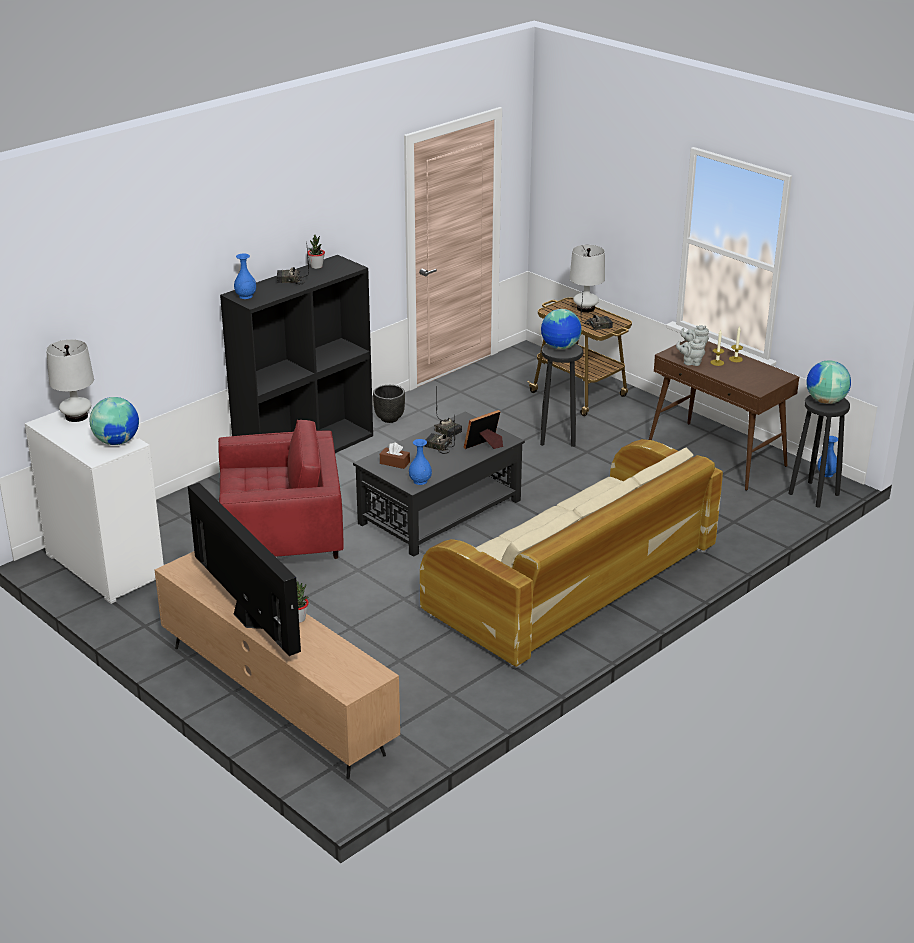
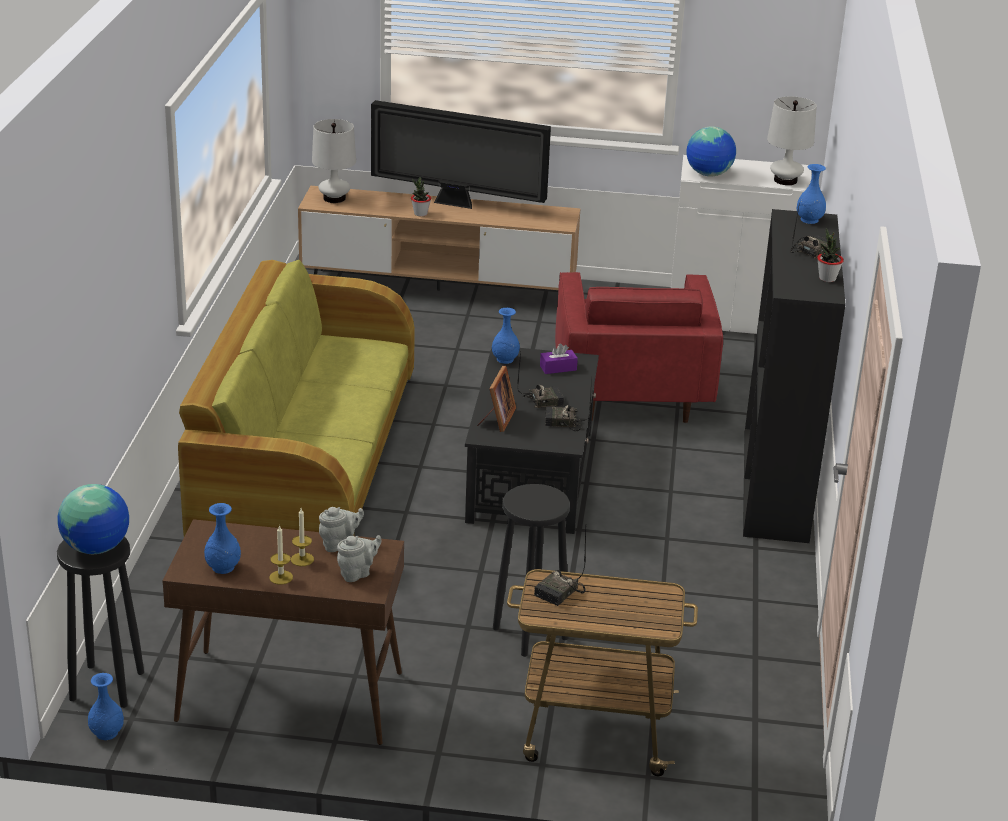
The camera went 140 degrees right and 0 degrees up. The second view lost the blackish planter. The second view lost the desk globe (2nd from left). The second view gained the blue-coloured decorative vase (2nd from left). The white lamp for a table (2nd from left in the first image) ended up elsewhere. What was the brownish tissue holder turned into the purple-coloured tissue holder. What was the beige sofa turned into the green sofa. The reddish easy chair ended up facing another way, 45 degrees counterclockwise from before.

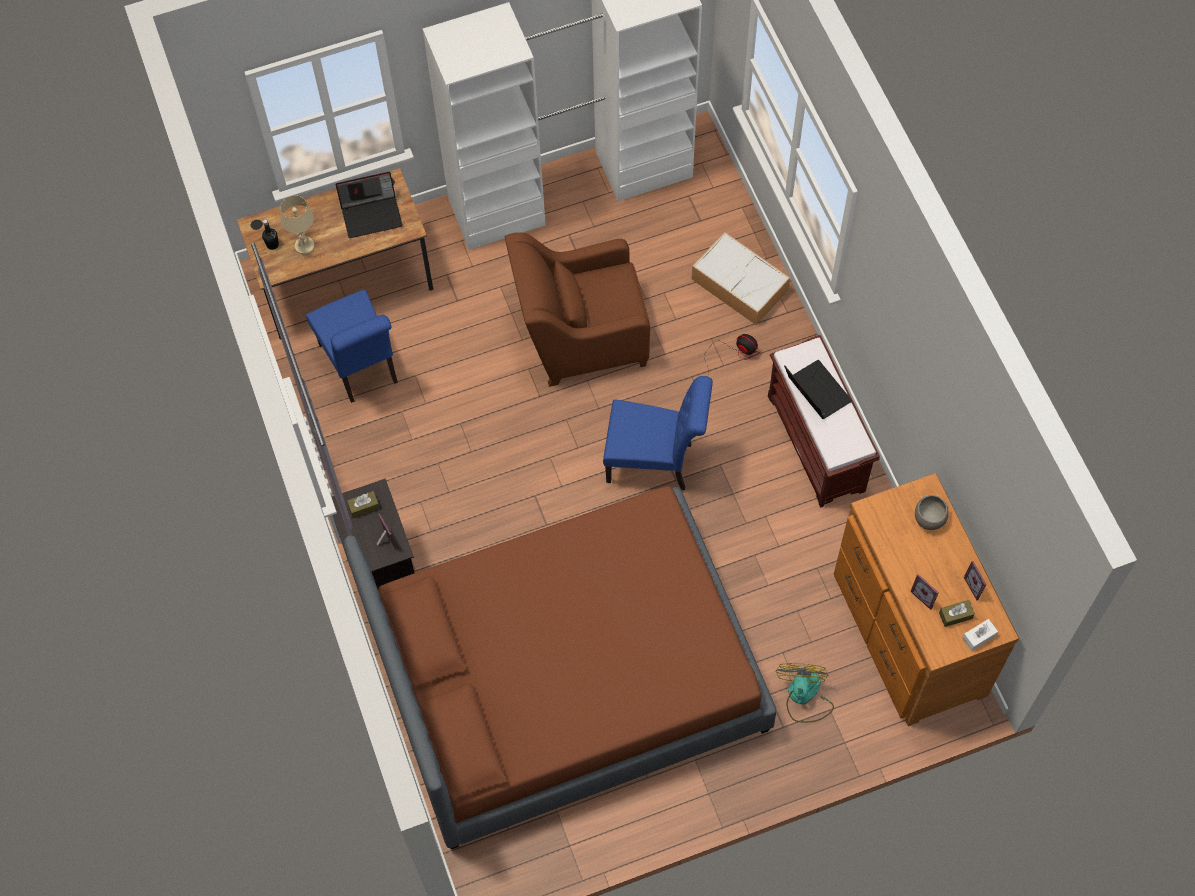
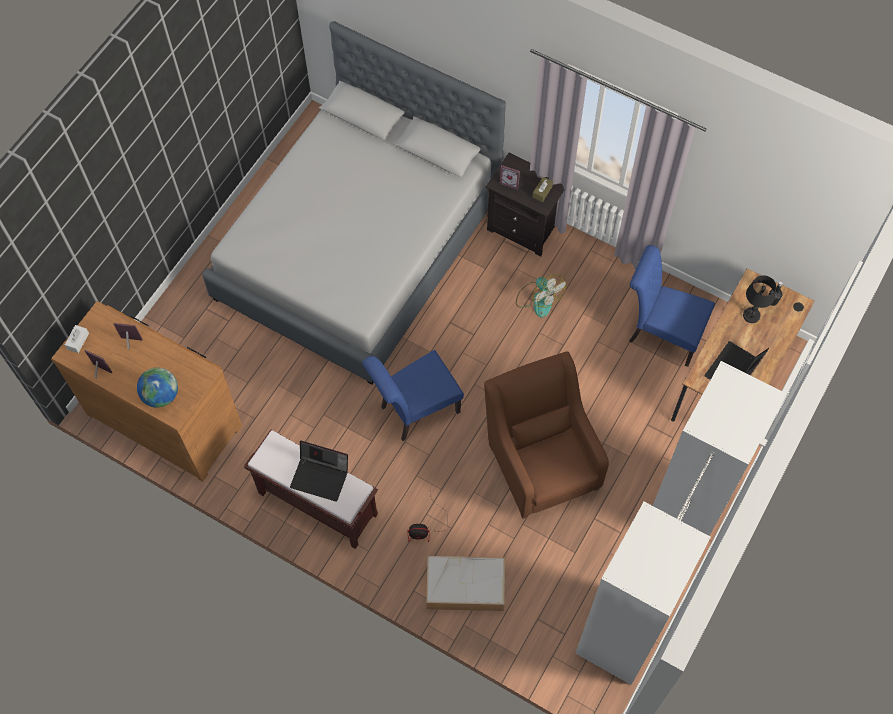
The camera went 140 degrees right and 0 degrees up. The second view lost the brownish tissue holder (2nd from left). The cooling fan (2nd from left) ended up elsewhere. Where the grey bowl stood, the desk globe came to stand. What was the beige lamp for a table turned into the blackish lamp for a table. What was the brownish sleeping bed turned into the grey sleeping bed. The brownish easy chair ended up facing another way, 60 degrees counterclockwise from before.

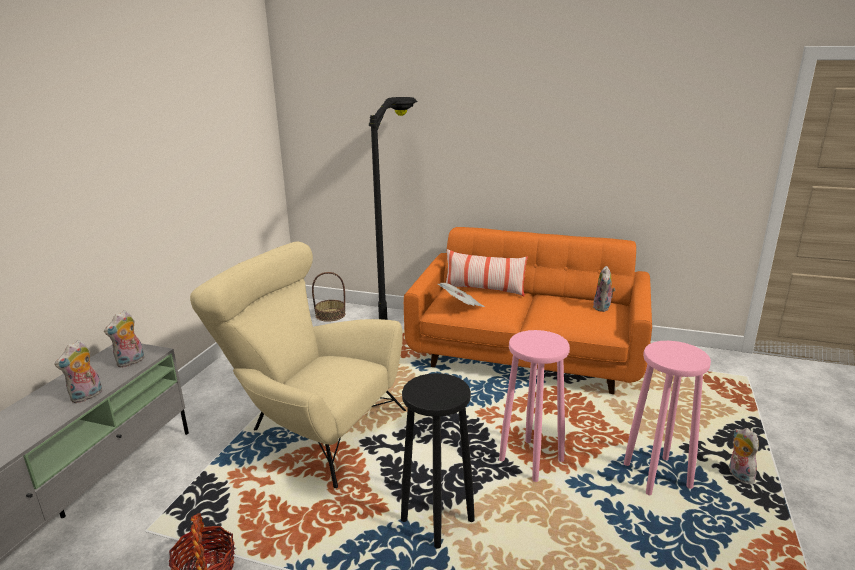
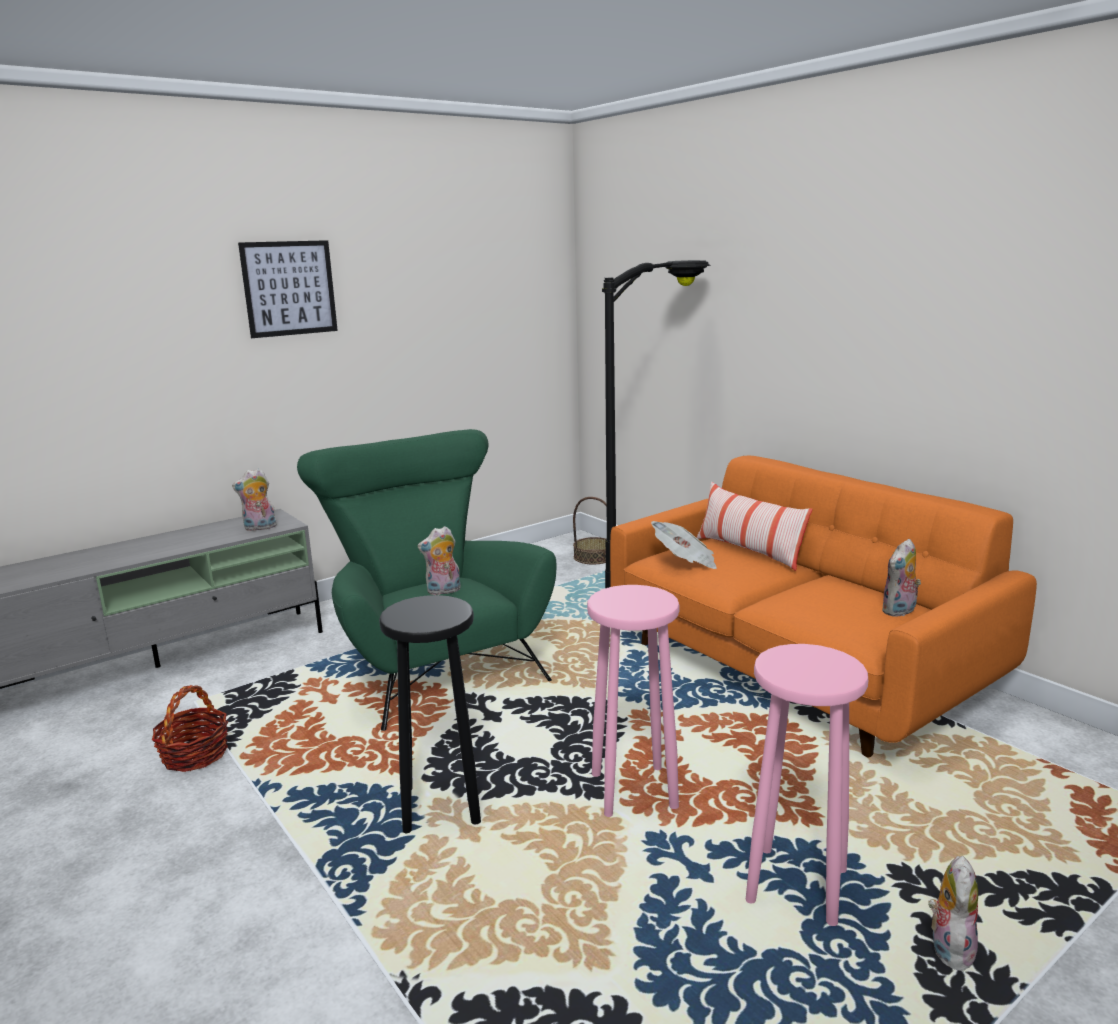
The camera went 35 degrees right and 5 degrees down. The second view gained the wall picture. The soft toy (1st from left in the first image) ended up elsewhere. What was the beige easy chair turned into the green easy chair.

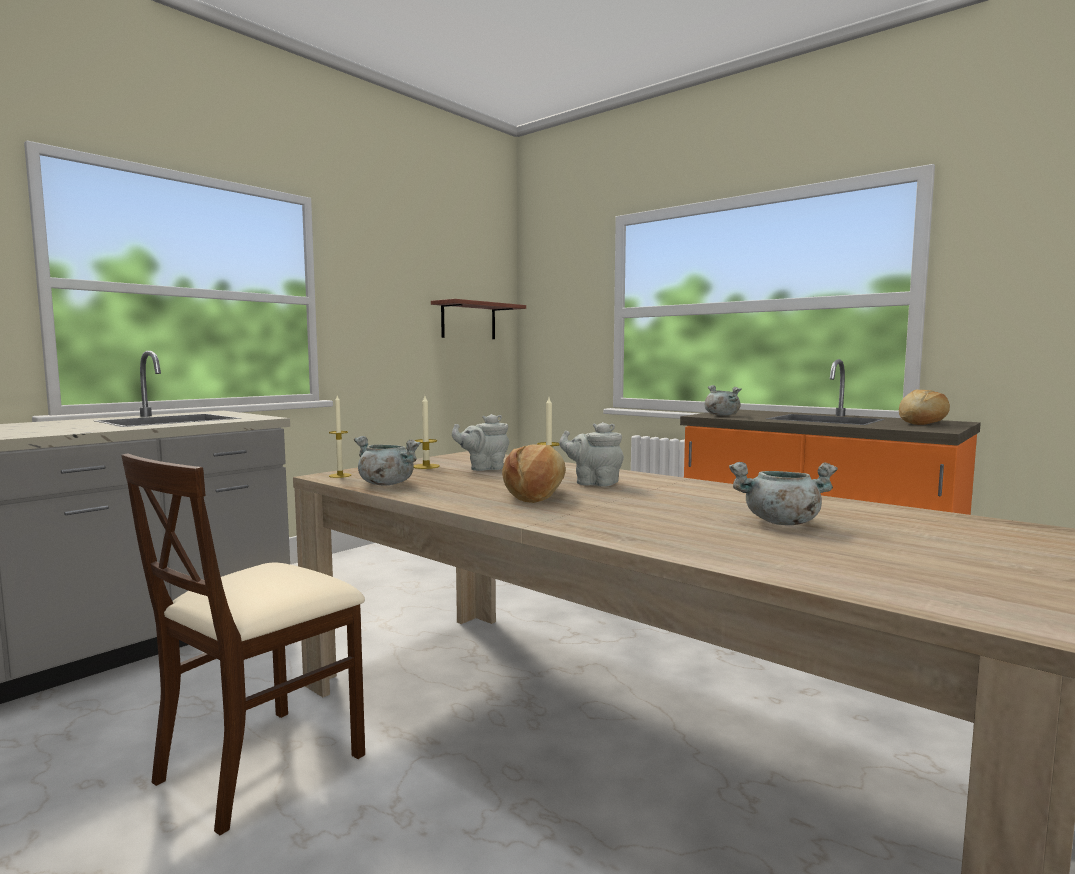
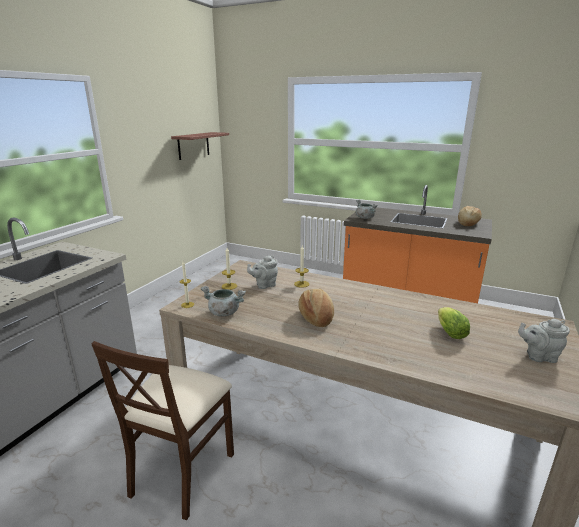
The camera went 15 degrees left and 15 degrees up. The grey teapot (2nd from left) ended up elsewhere. Where the grey stockpot (3rd from left) stood, the lettuce head came to stand.

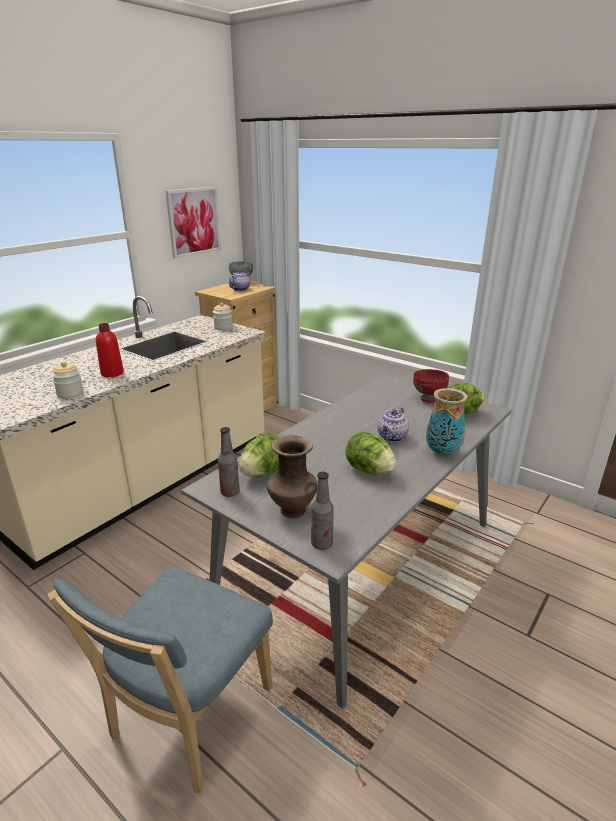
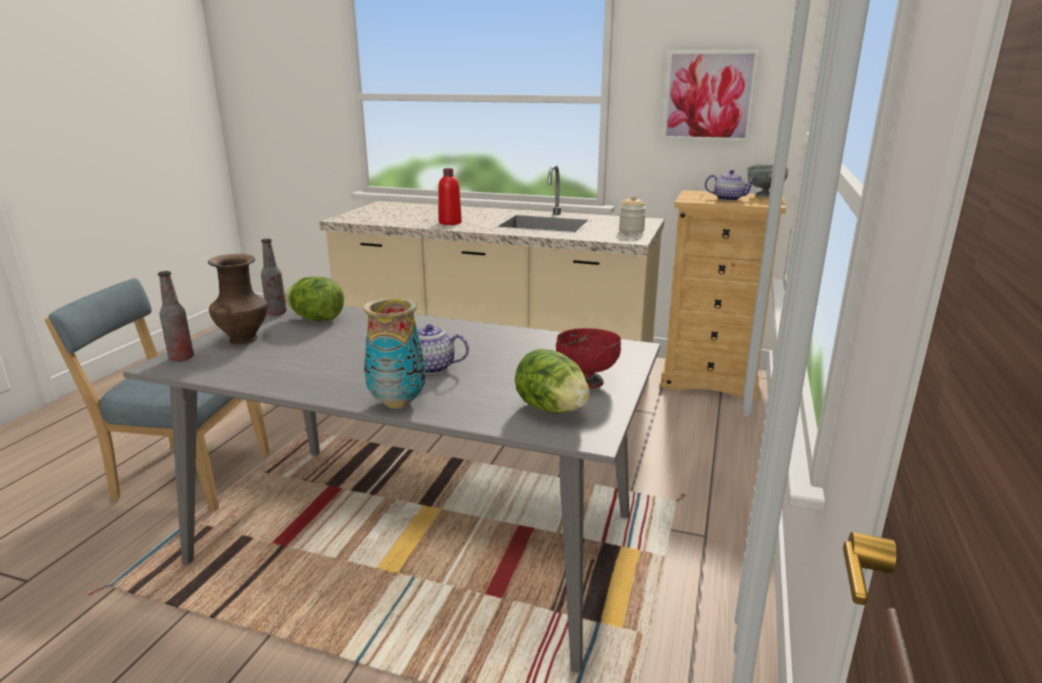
The camera went 70 degrees right and 5 degrees down. The second view lost the jar (1st from left). The second view lost the lettuce head (2nd from left).

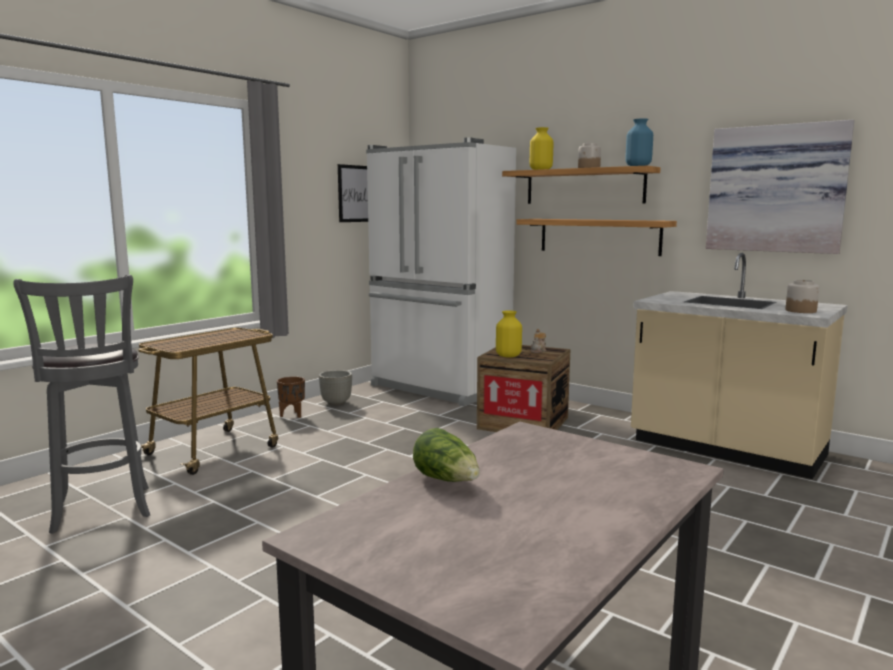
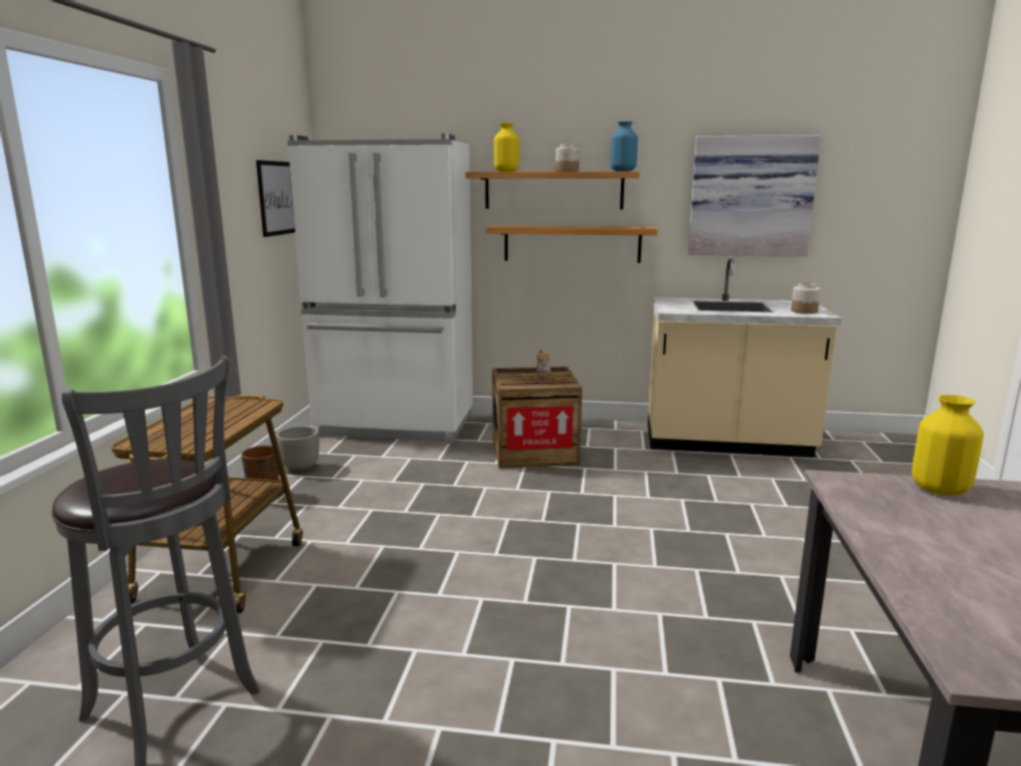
The camera went 30 degrees left and 5 degrees up. The second view lost the lettuce head. The yellowish decorative vase (1st from left in the first image) ended up elsewhere.

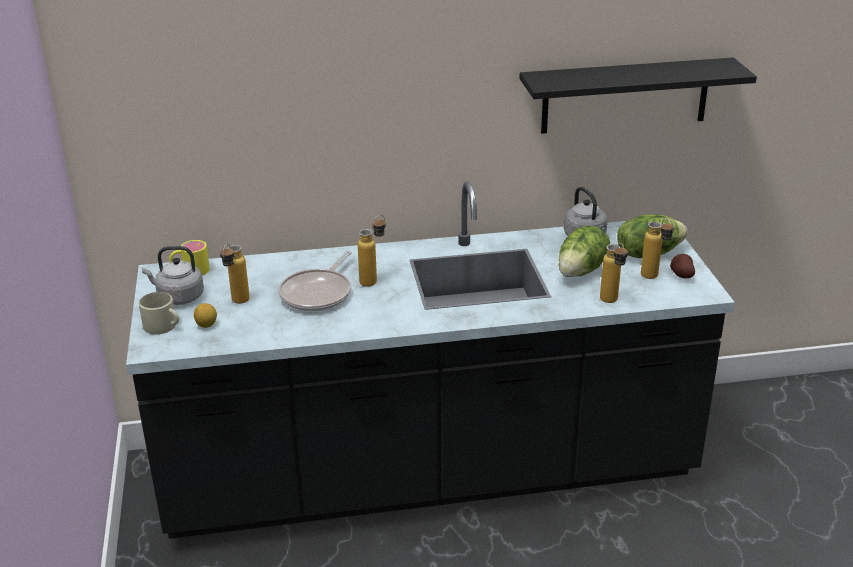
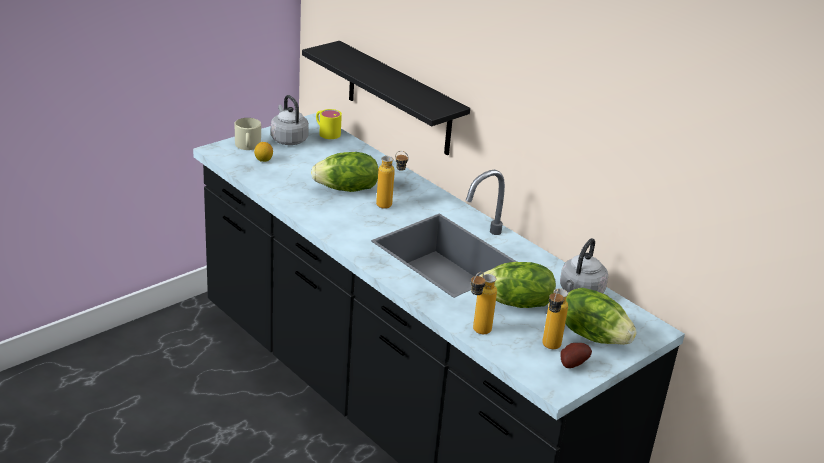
The camera went 55 degrees right and 0 degrees up. The second view lost the drink bottle (1st from left). The blackish wall shelf ended up elsewhere. Where the frying pan stood, the lettuce head (1st from left) came to stand.

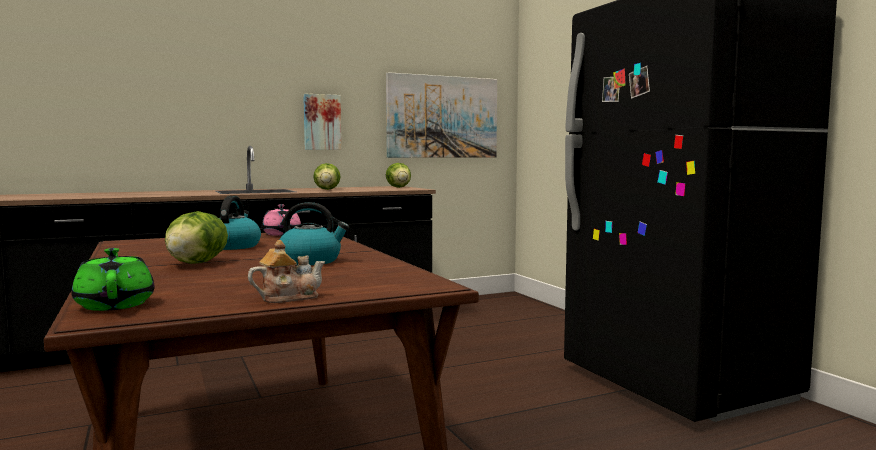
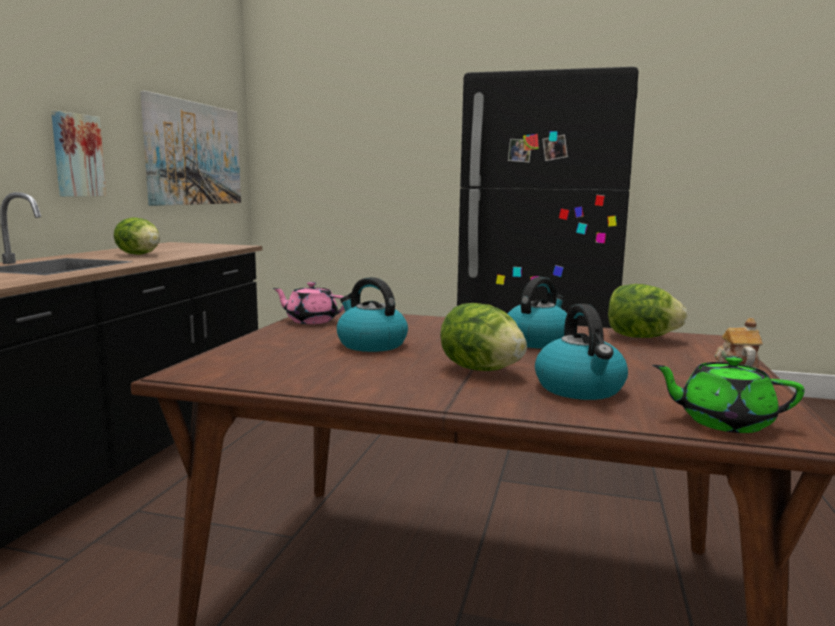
The camera went 50 degrees left and 5 degrees up. The second view gained the kettle (3rd from left). The lettuce head (3rd from left) ended up elsewhere.

